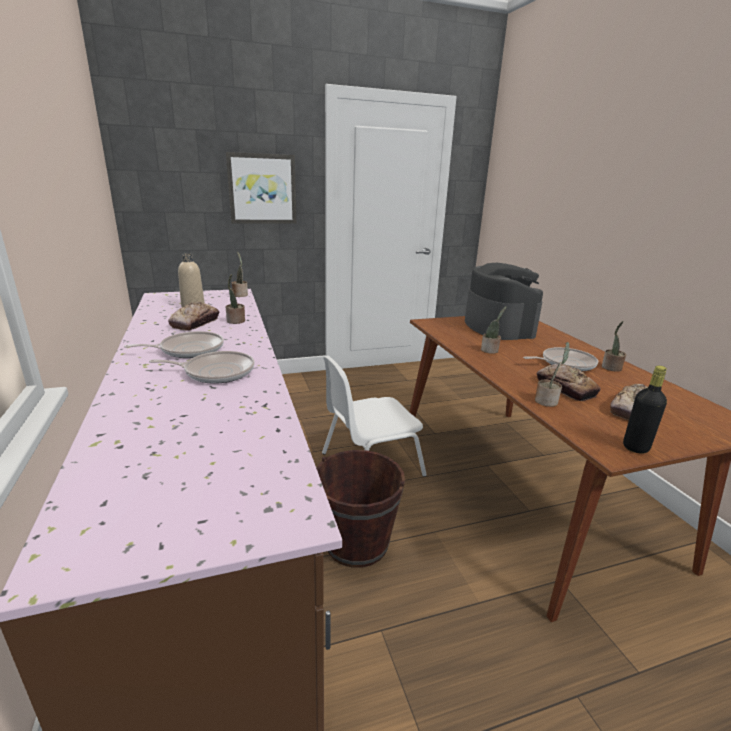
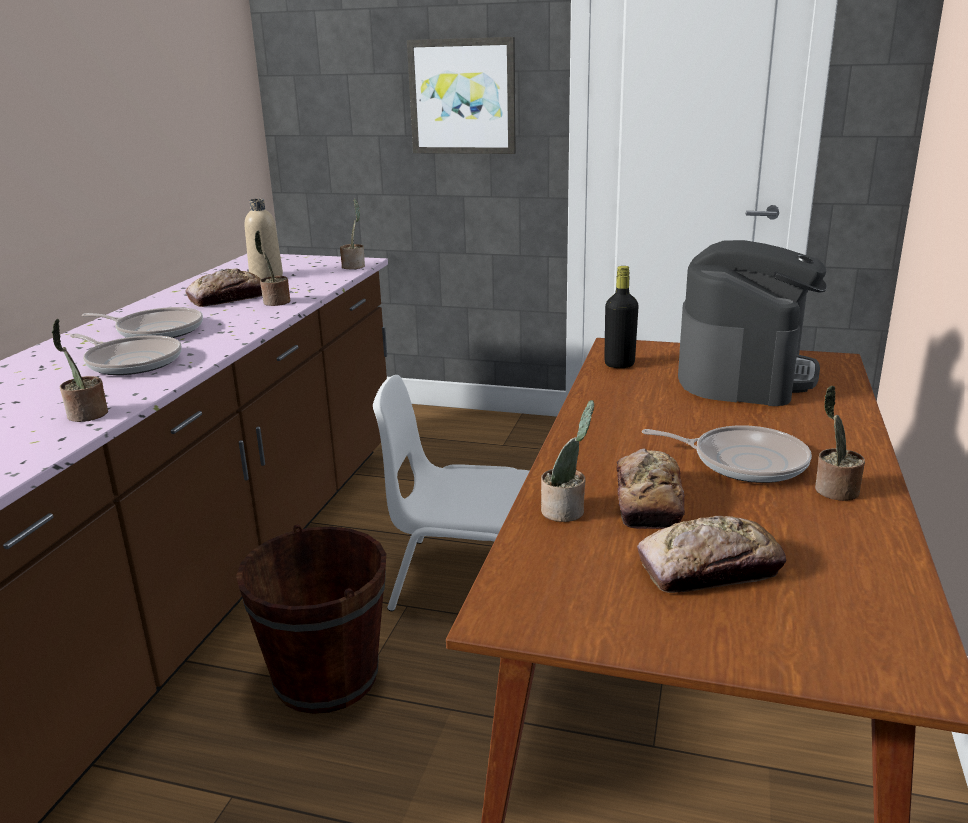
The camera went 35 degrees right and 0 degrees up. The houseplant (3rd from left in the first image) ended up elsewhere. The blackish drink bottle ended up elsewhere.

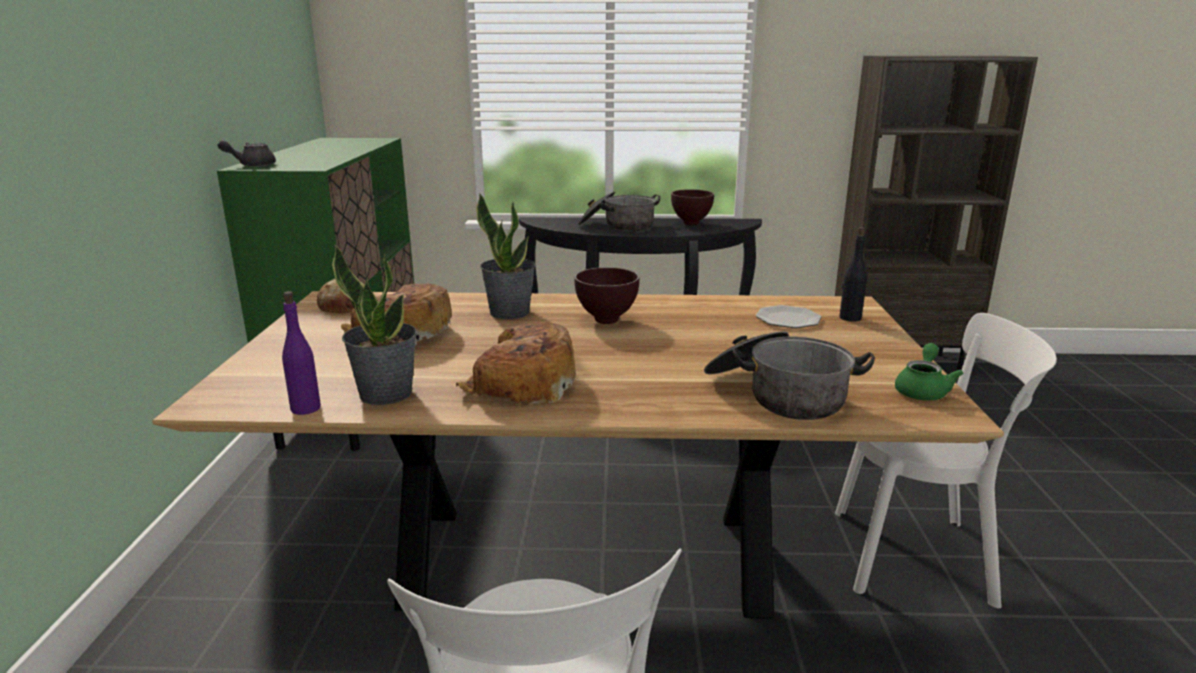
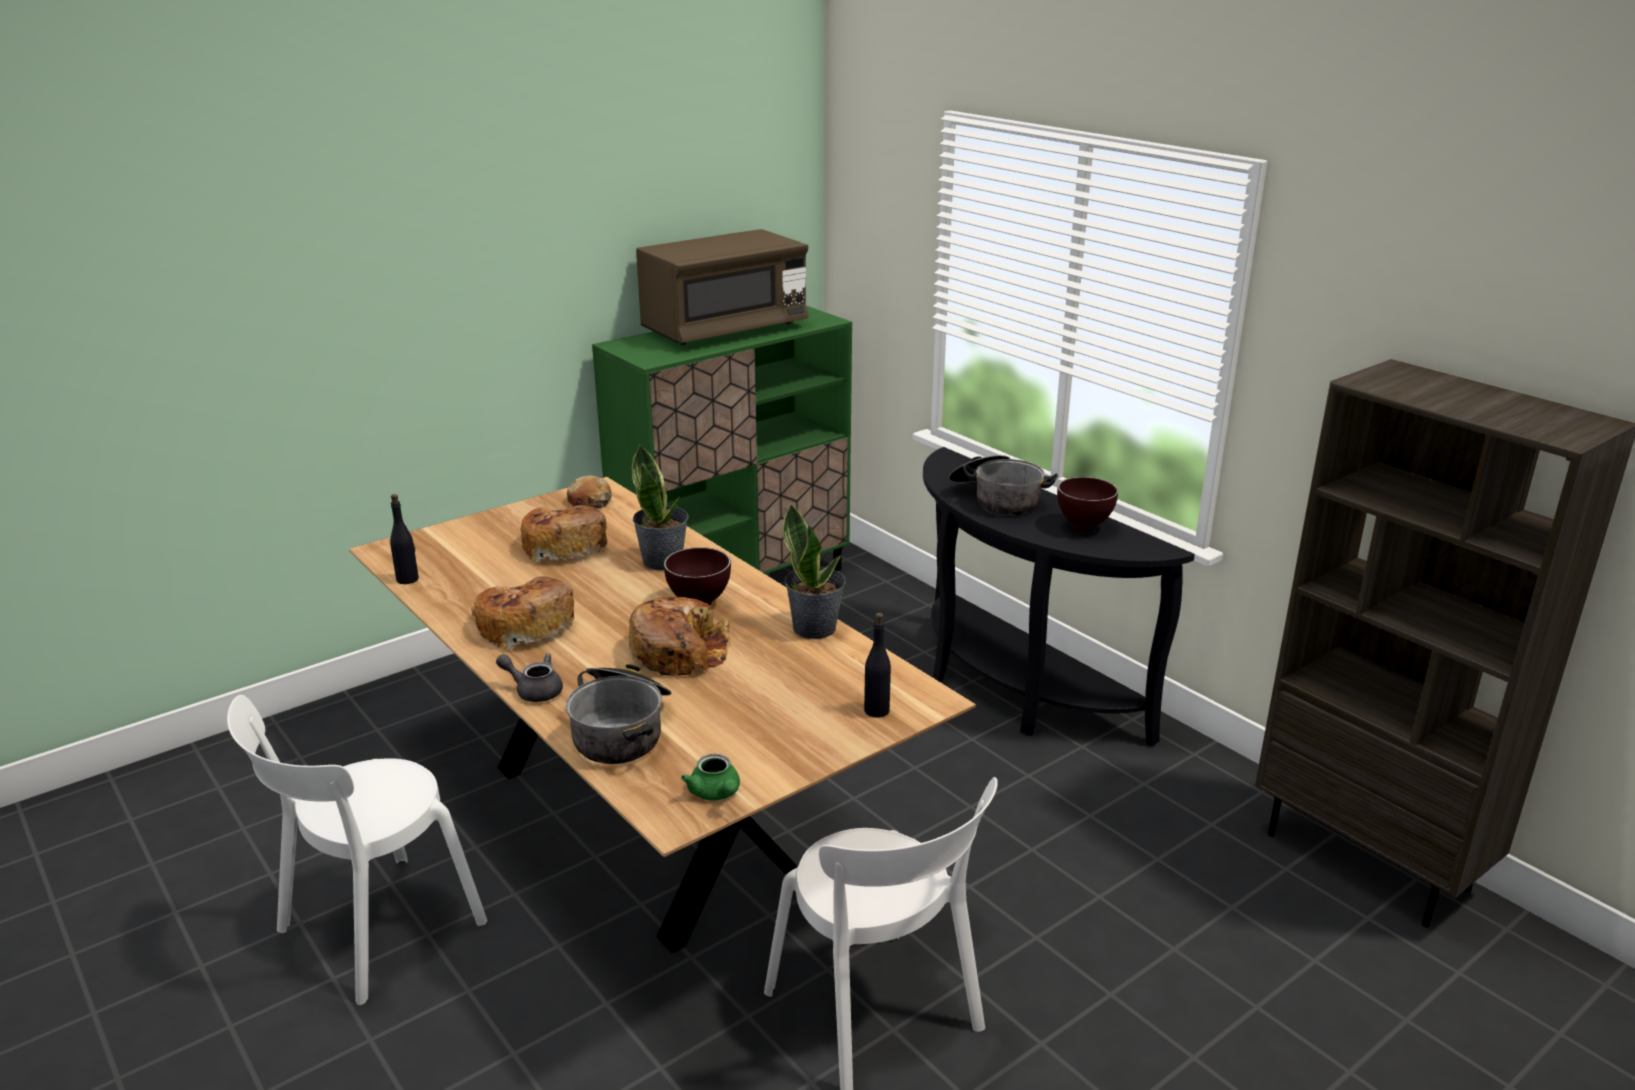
The camera went 50 degrees right and 5 degrees up. The second view lost the flat dish. The second view gained the bakery bread (4th from left). The second view gained the brownish microwave oven. The grey teapot ended up elsewhere. The houseplant (1st from left in the first image) ended up elsewhere. What was the purple-coloured drink bottle turned into the blackish drink bottle (1st from left). The green teapot ended up facing another way, 75 degrees clockwise from before.

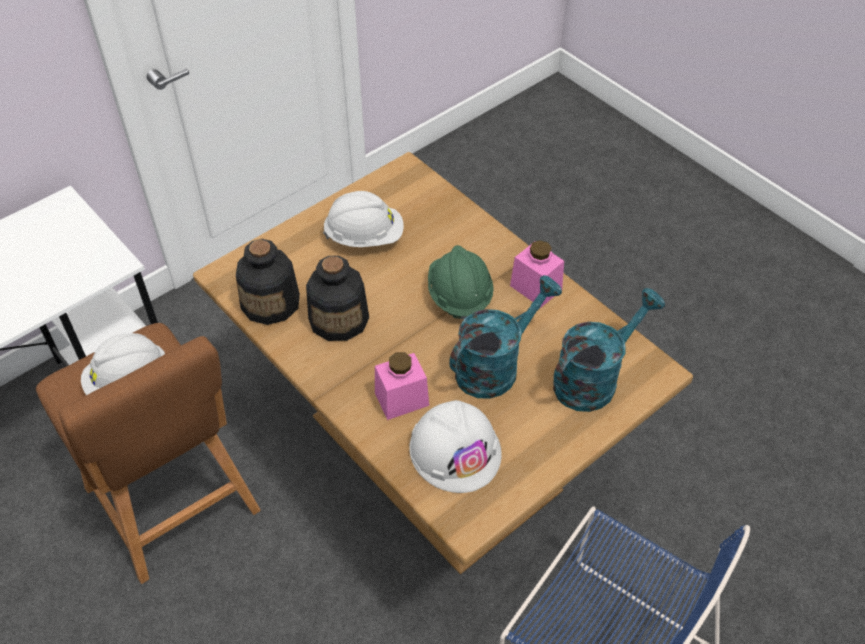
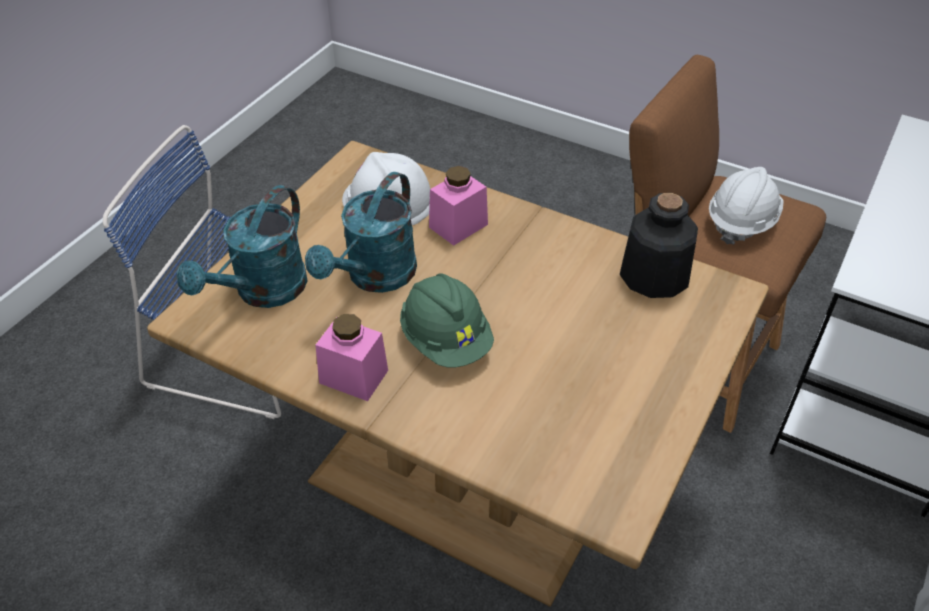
The camera went 160 degrees right and 5 degrees down. The second view lost the drink bottle (2nd from left). The second view lost the white safety helmet (2nd from left).

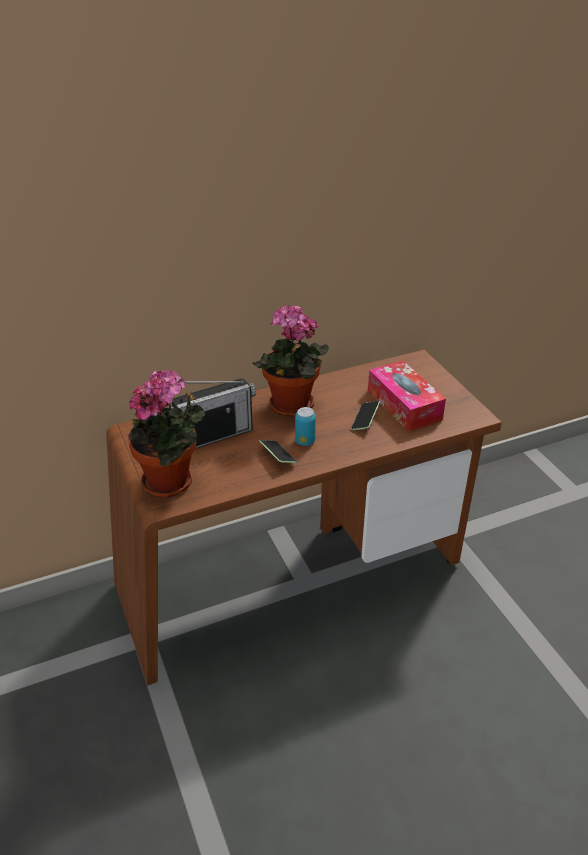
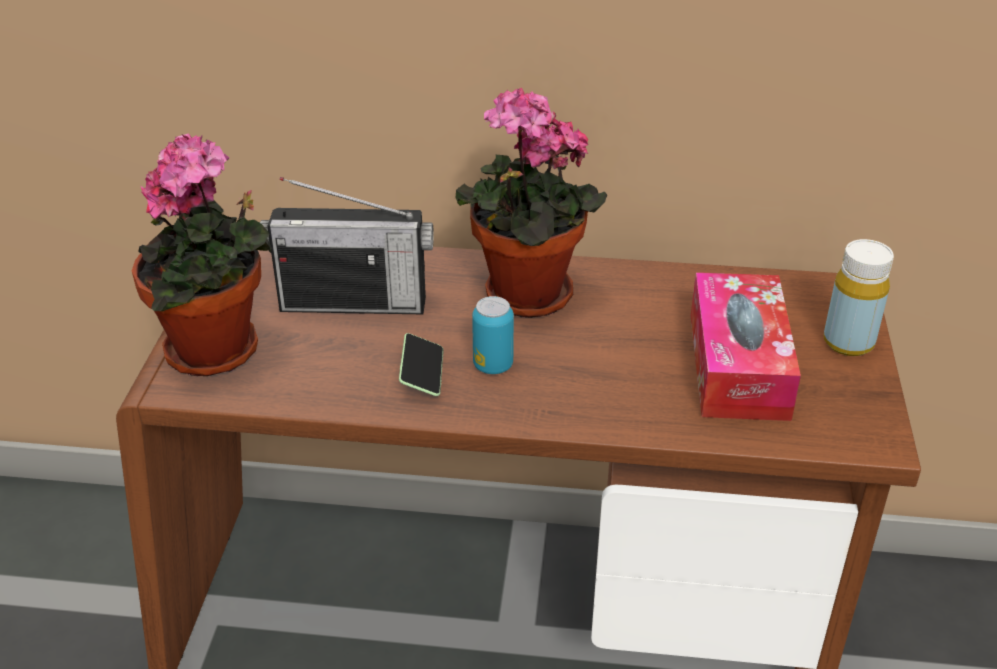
The camera went 30 degrees right and 0 degrees up. The second view lost the telephone (2nd from left). The second view gained the yellowish drink bottle.

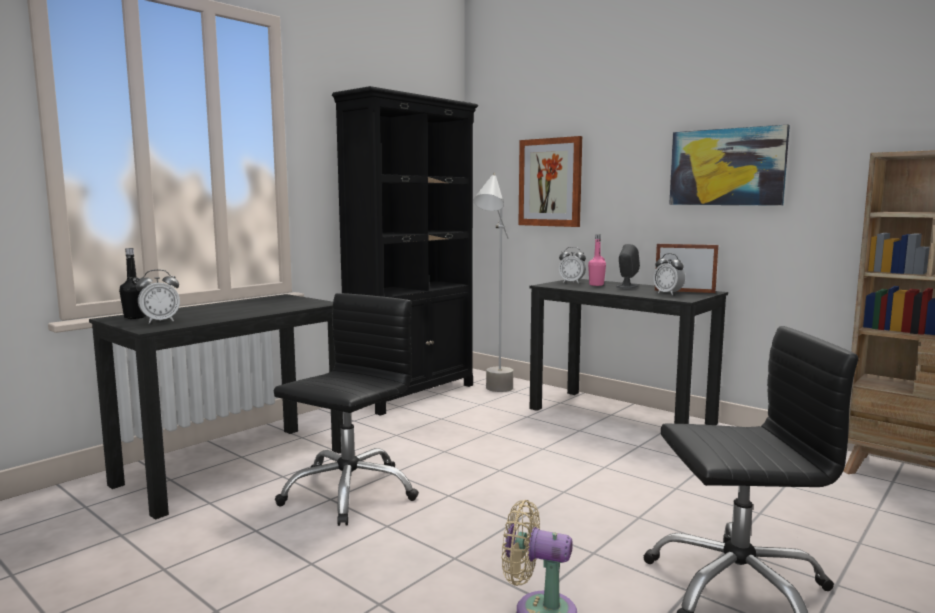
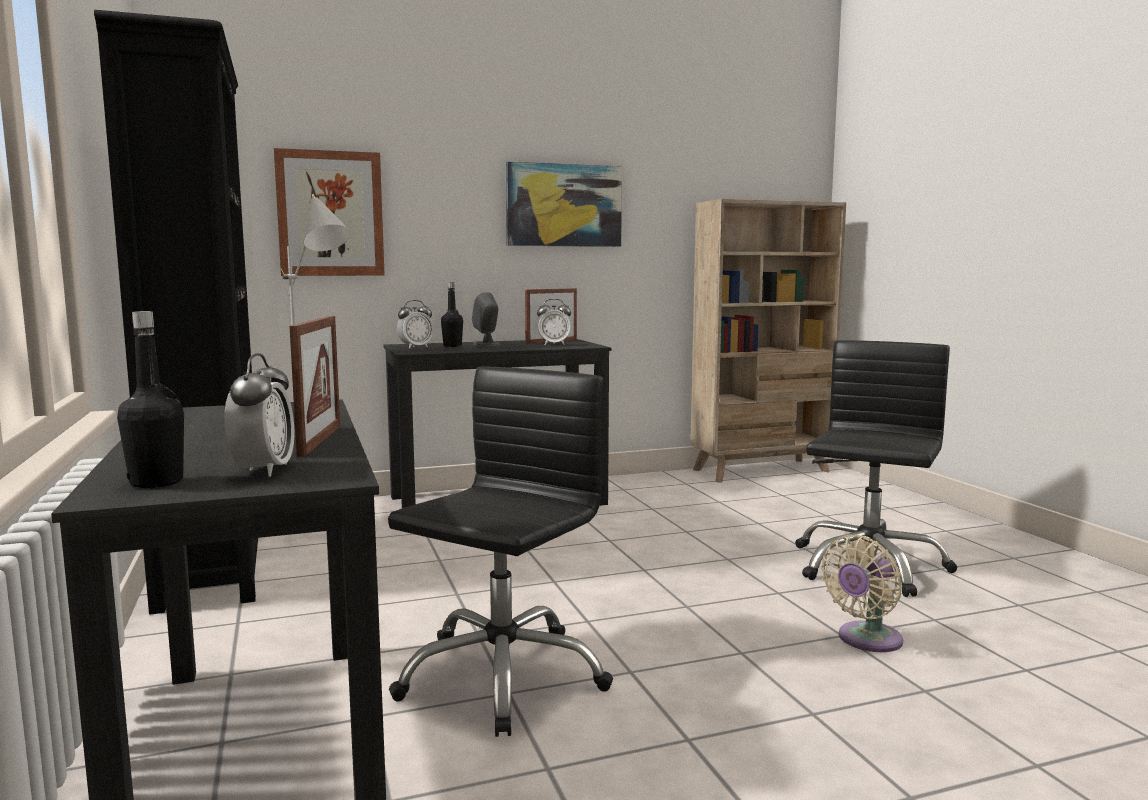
The camera went 60 degrees left and 0 degrees up. The second view gained the photo frame (1st from left). What was the pink-coloured drink bottle turned into the blackish drink bottle (2nd from left). The blackish desk chair (1st from left) ended up facing another way, 60 degrees clockwise from before.

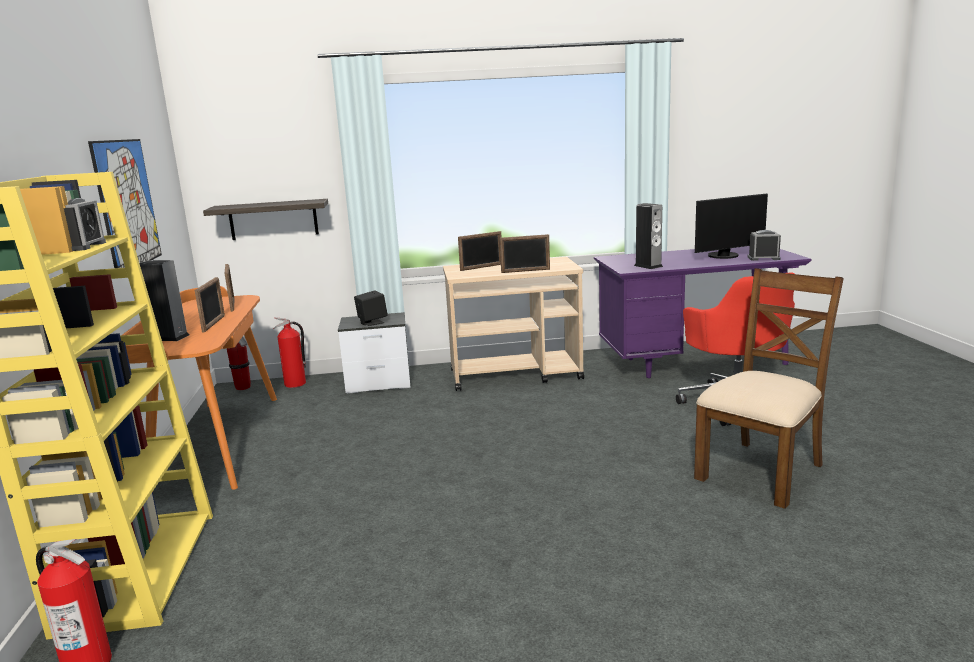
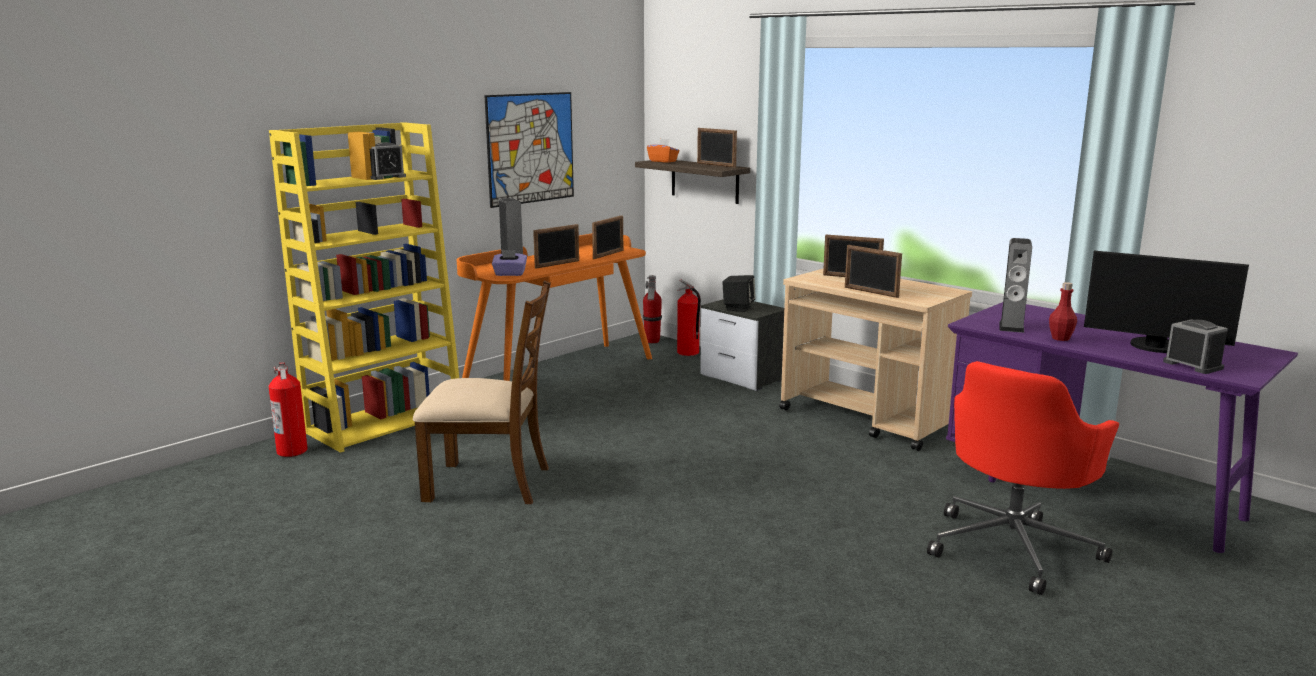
The camera went 50 degrees right and 0 degrees up. The second view gained the purple-coloured tissue holder. The second view gained the orange-coloured tissue holder. The second view gained the photo frame (3rd from left). The second view gained the reddish drink bottle. The brownish upright chair ended up elsewhere.

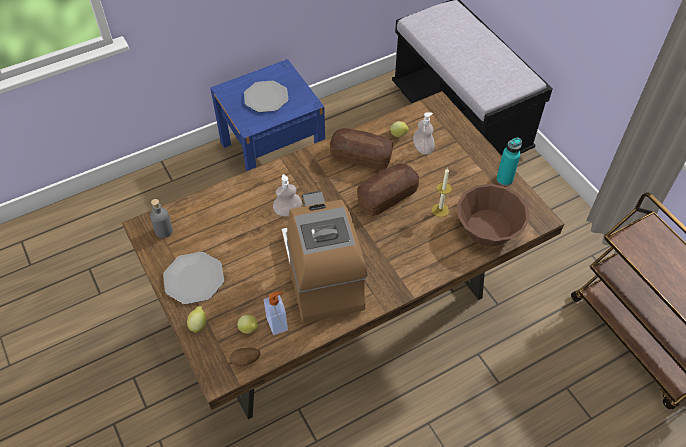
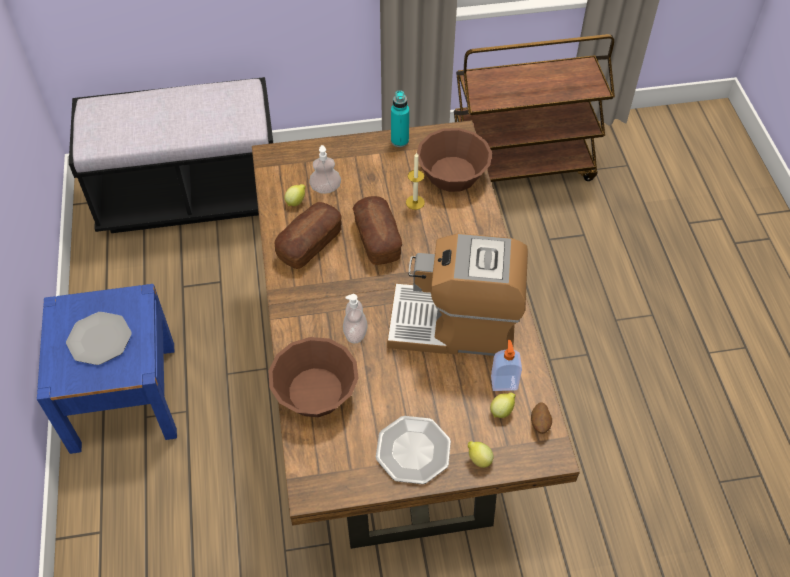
The camera went 70 degrees left and 0 degrees up. The second view lost the grey drink bottle. The second view gained the brownish bowl (1st from left).

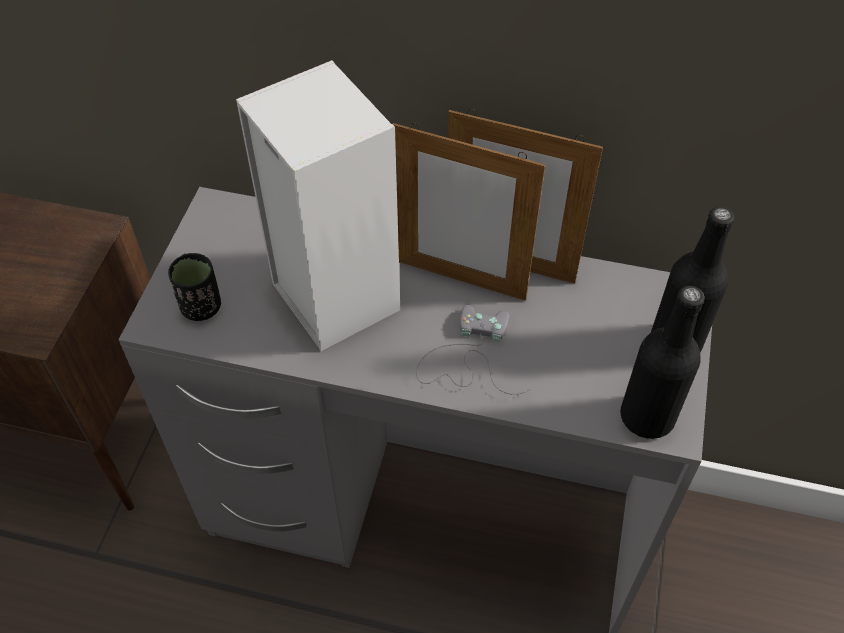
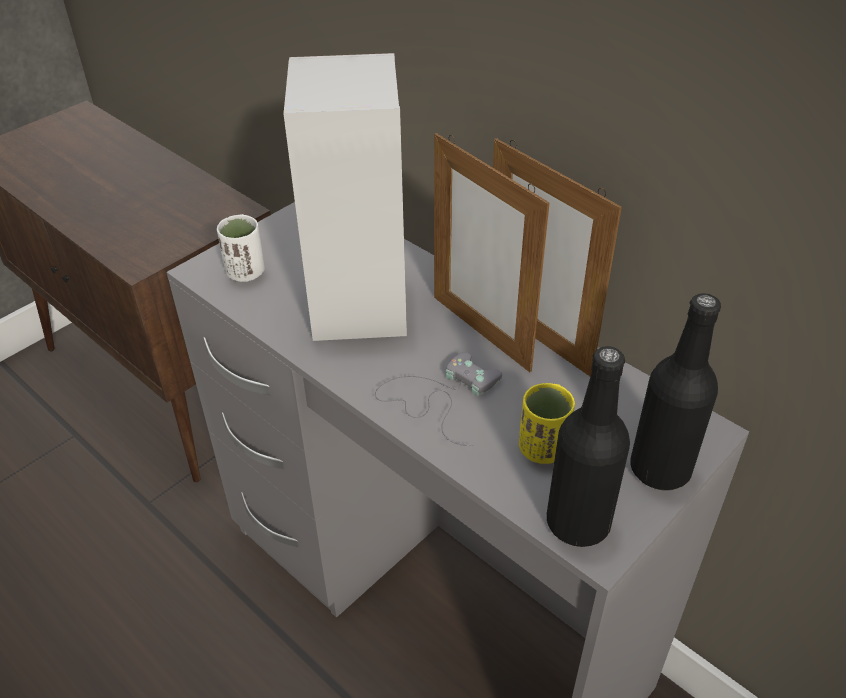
The camera went 30 degrees right and 10 degrees down. The second view gained the yellowish drinking cup. What was the blackish drinking cup turned into the white drinking cup.

